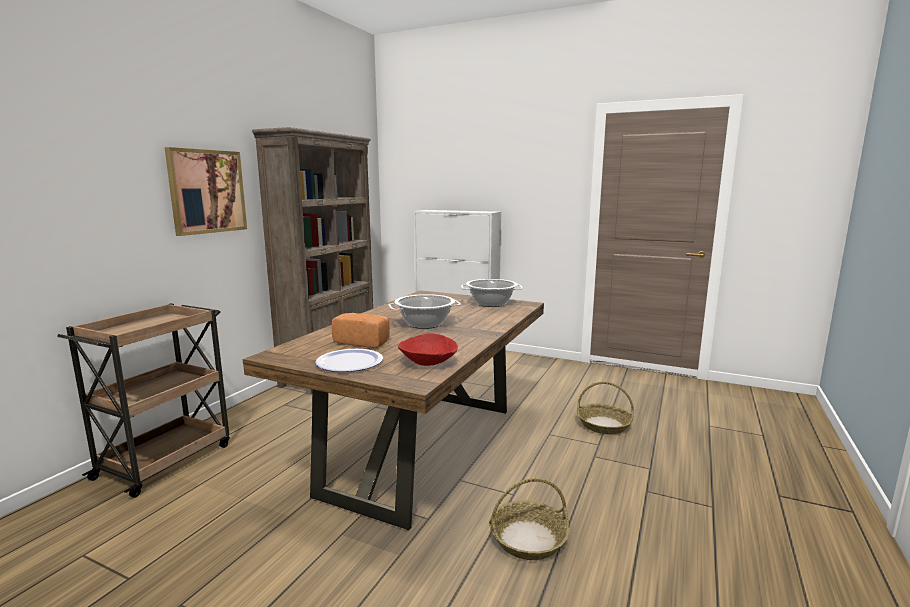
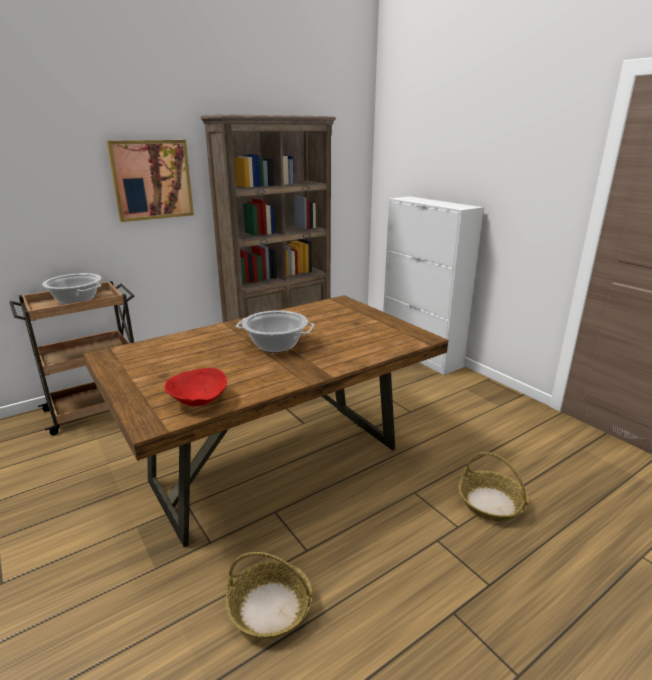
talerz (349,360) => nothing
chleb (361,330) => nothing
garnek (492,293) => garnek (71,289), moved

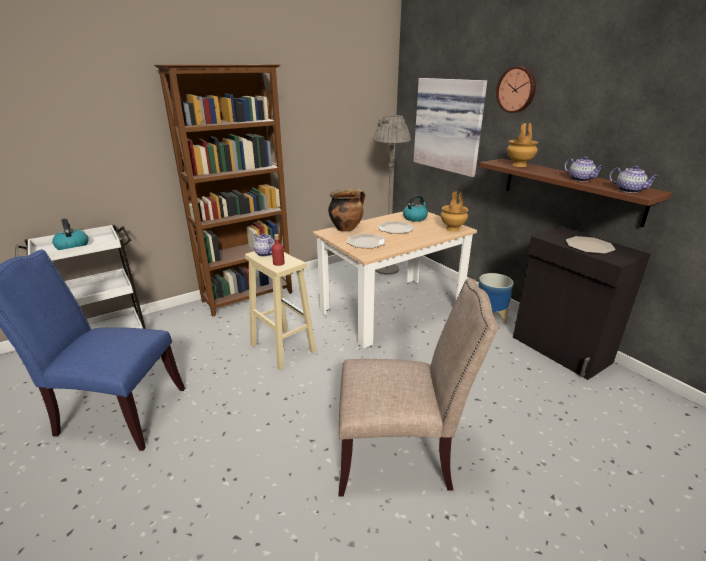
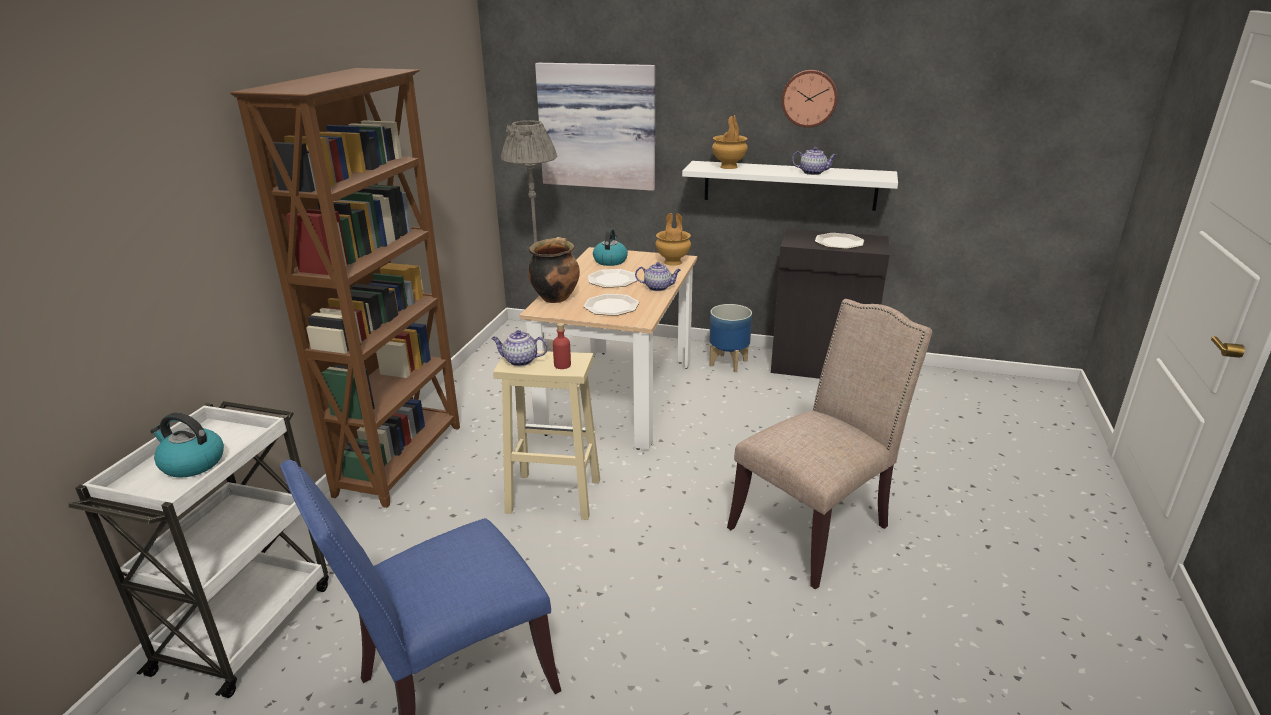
półka (brązowy) (575,192) => półka (biały) (790,186)
zegar ścienny (516,89) => zegar ścienny (810,99), moved
imbryk (634,179) => imbryk (658,276), moved

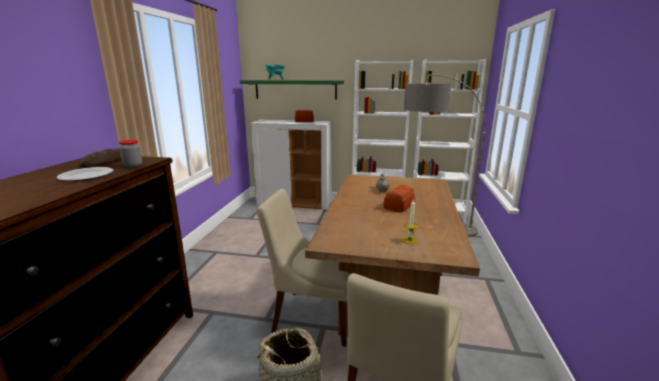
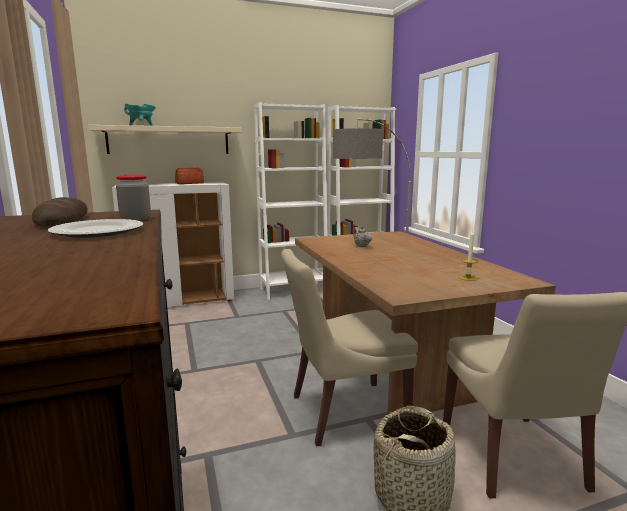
półka (zielony) (292,90) => półka (beżowy) (165,139)
chleb (399,198) => nothing

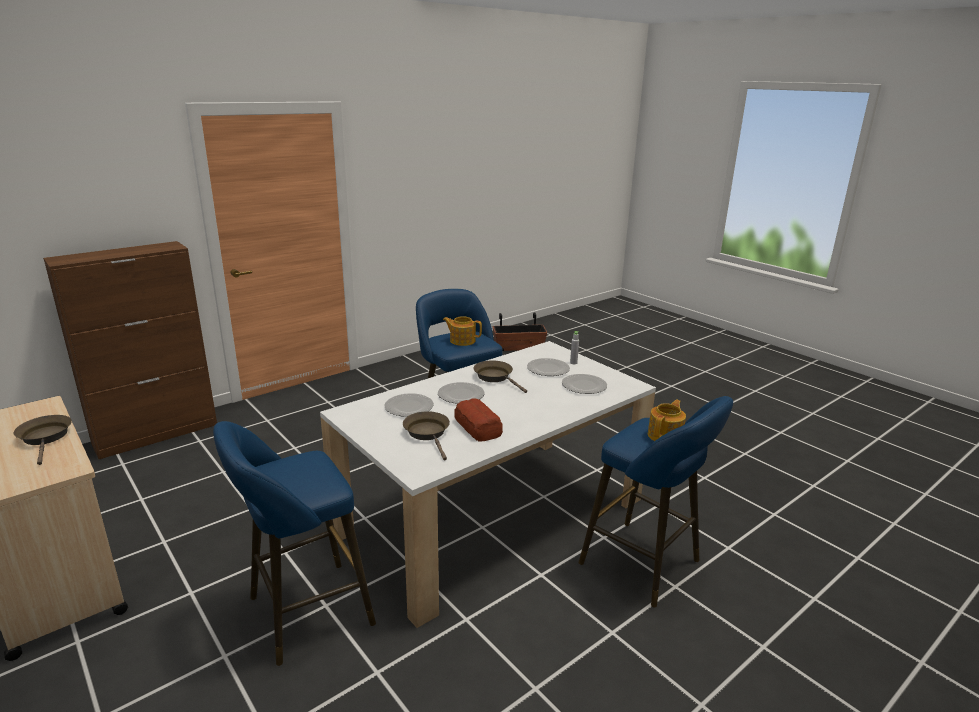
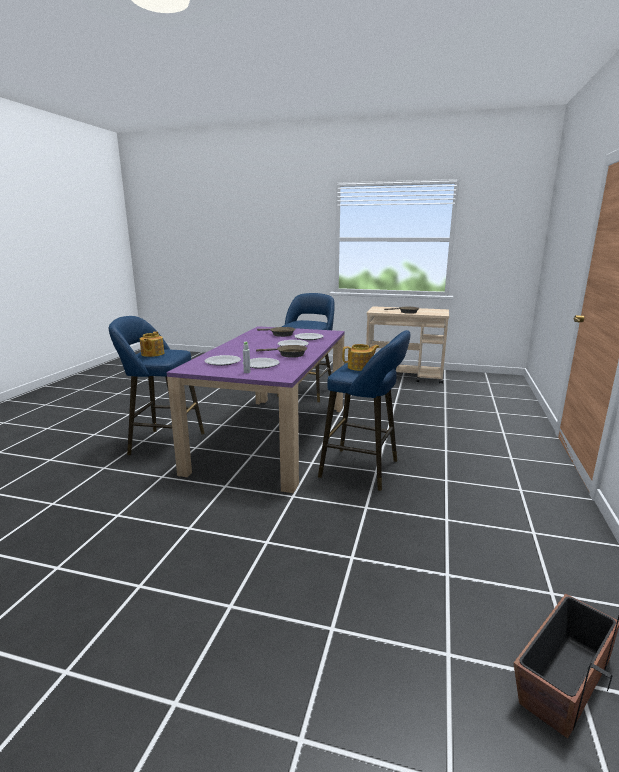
szafka (brązowy) (130,350) => nothing
stół jadalny (biały) (488,484) => stół jadalny (fioletowy) (255,409)
chleb (478,419) => nothing

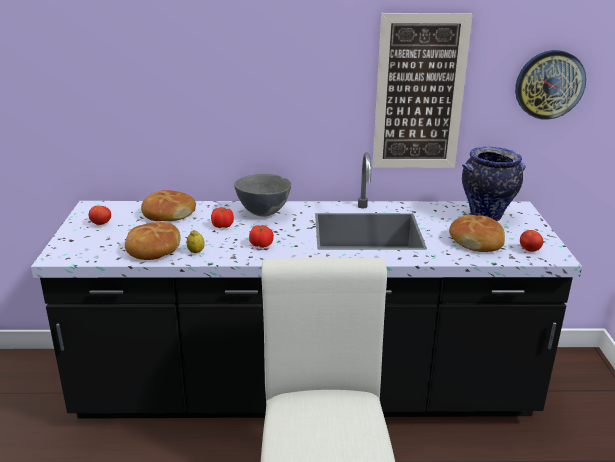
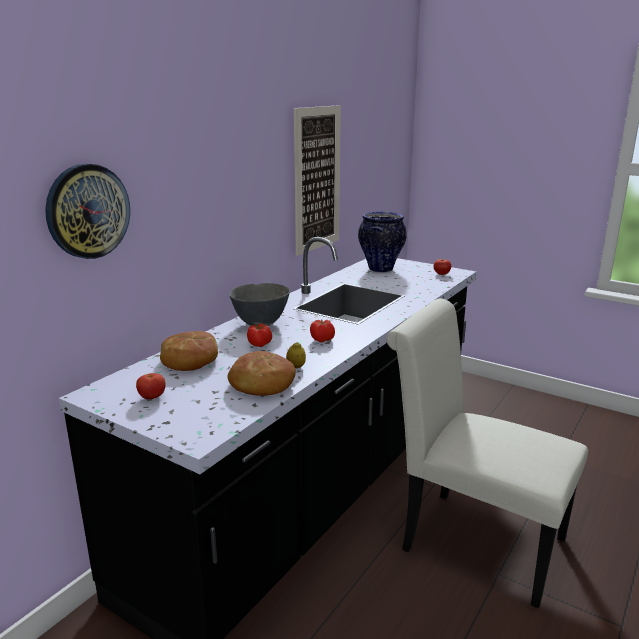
chleb (477,233) => nothing
zegar ścienny (550,85) => zegar ścienny (87,211), moved

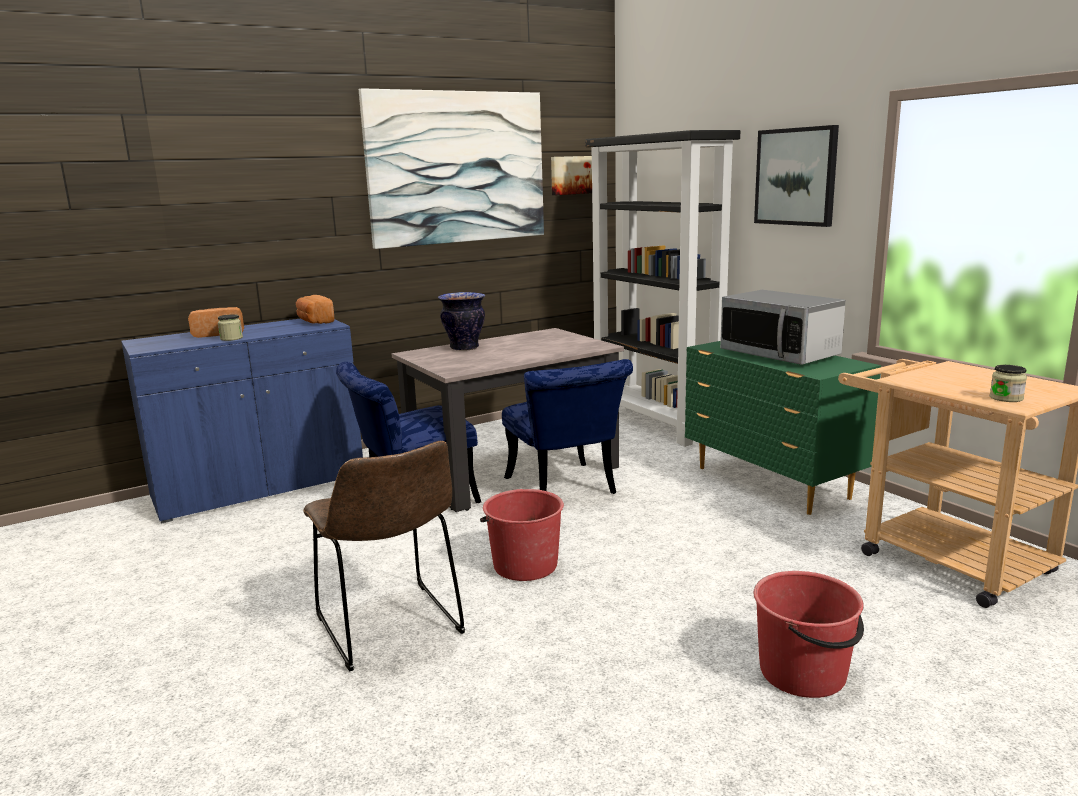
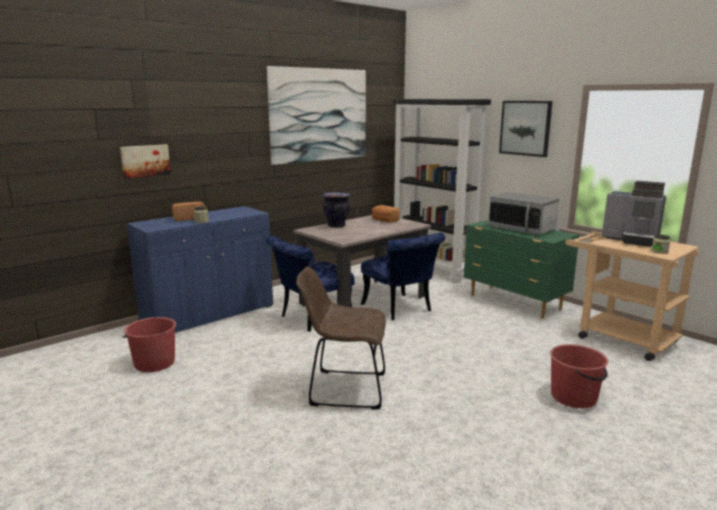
chleb (315,309) => chleb (386,213), moved
krzesło (brązowy) (384,556) => krzesło (brązowy) (341,338), 135 degrees clockwise
wiadro (czerwony) (522,535) => wiadro (czerwony) (149,344), moved
obraz (571,175) => obraz (145,161), moved
nothing => ekspres do kawy (634,214)

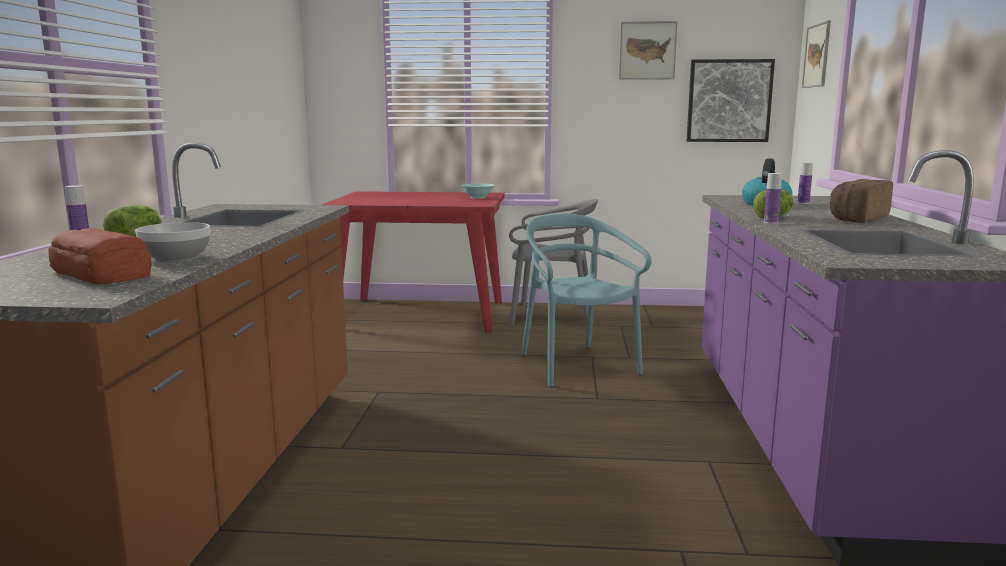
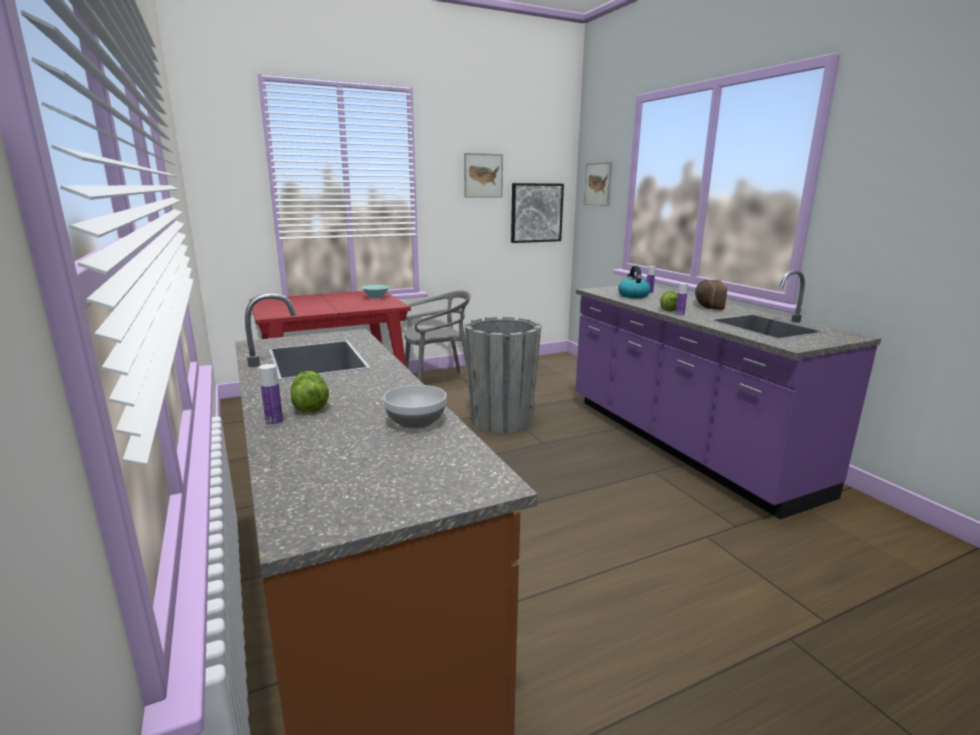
chleb (100,256) => nothing
krzesło (turkusowy) (586,300) => donica (szary) (503,374)

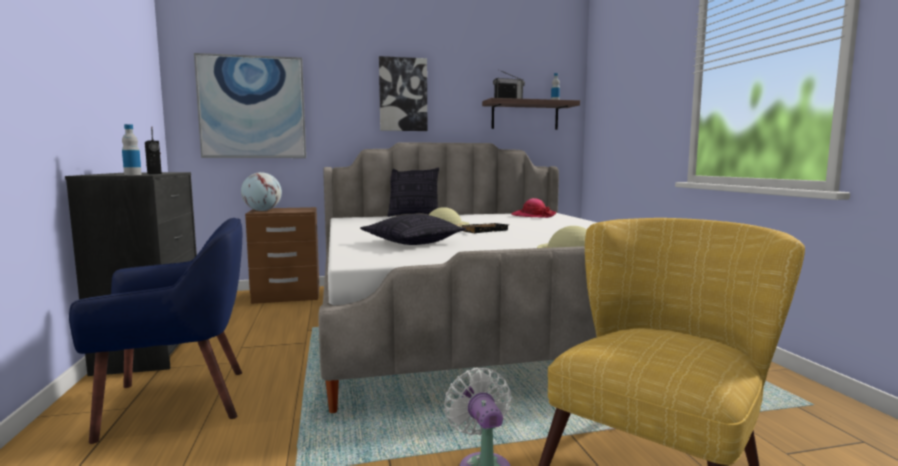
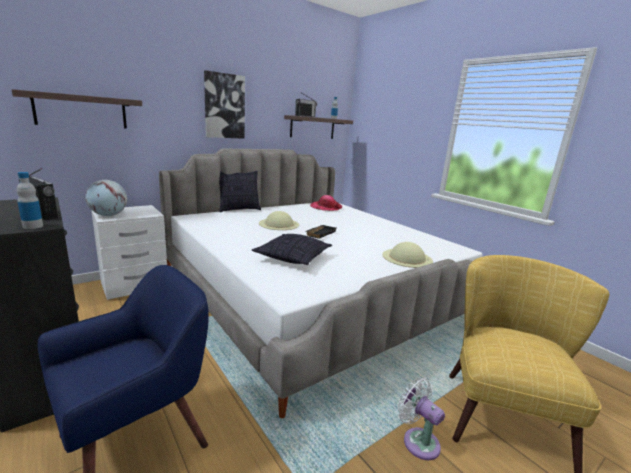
obraz (250,105) => półka (77,109)
szafka nocna (brązowy) (282,255) => szafka nocna (biały) (129,252)

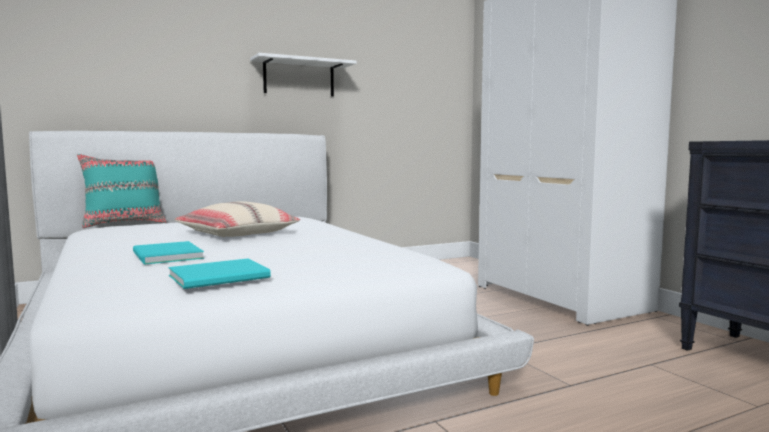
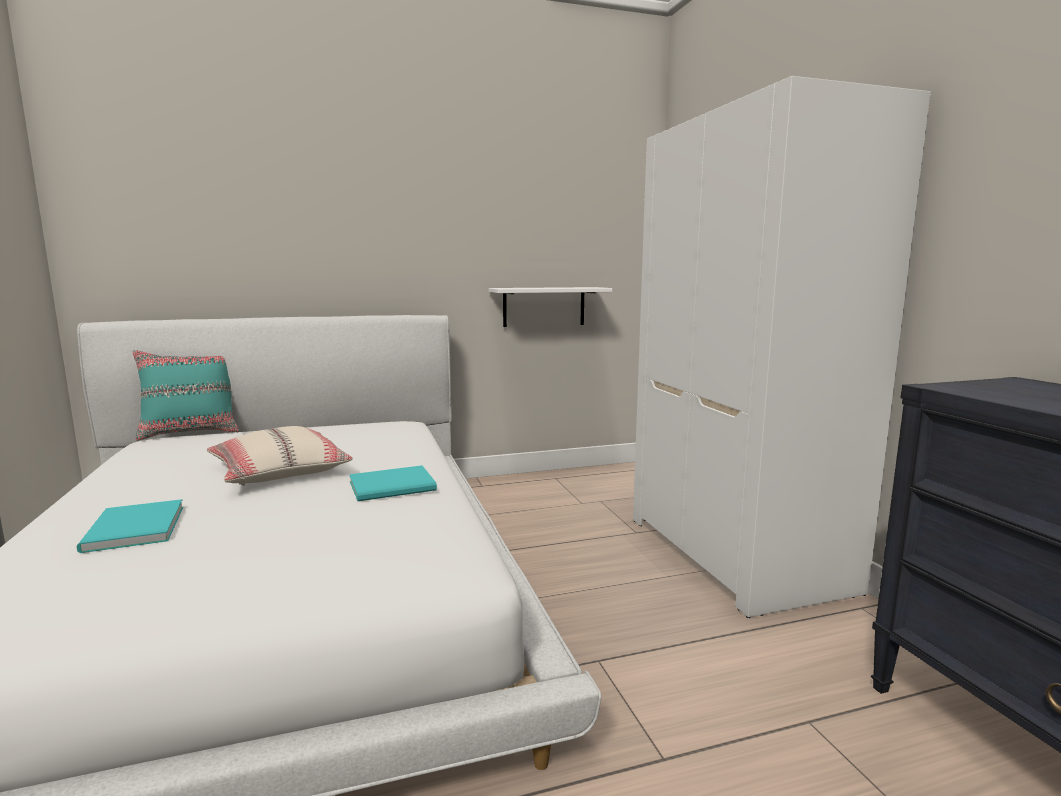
książka (turkusowy) (219,273) => książka (turkusowy) (393,483), moved
półka (biały) (303,74) => półka (biały) (550,307), moved

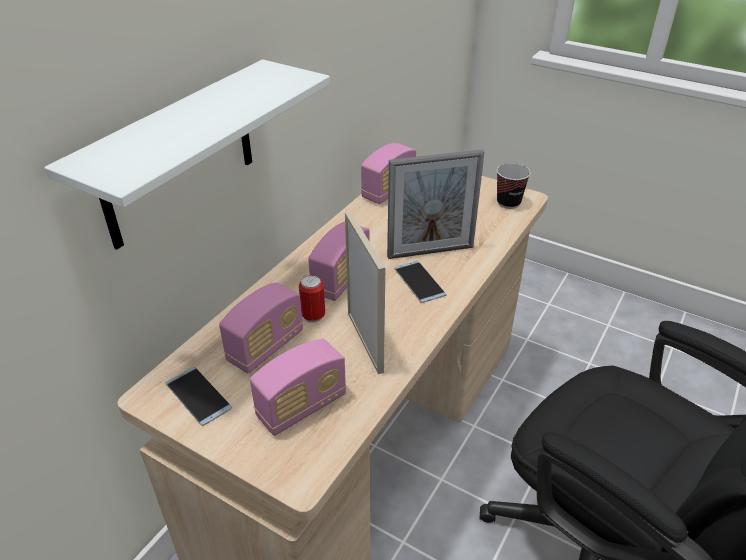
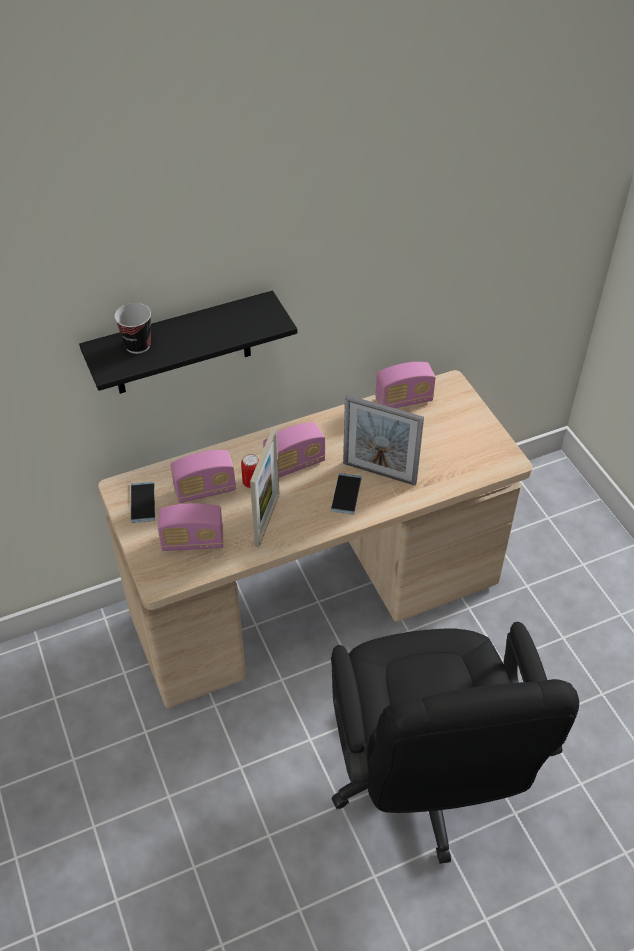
półka (biały) (187,154) => półka (czarny) (188,342)
filiżanka (513,186) => filiżanka (132,328), moved

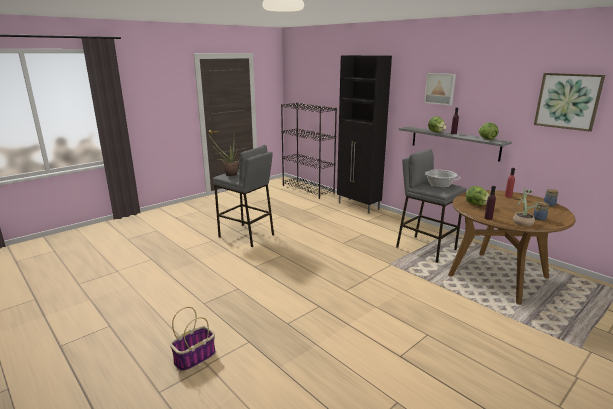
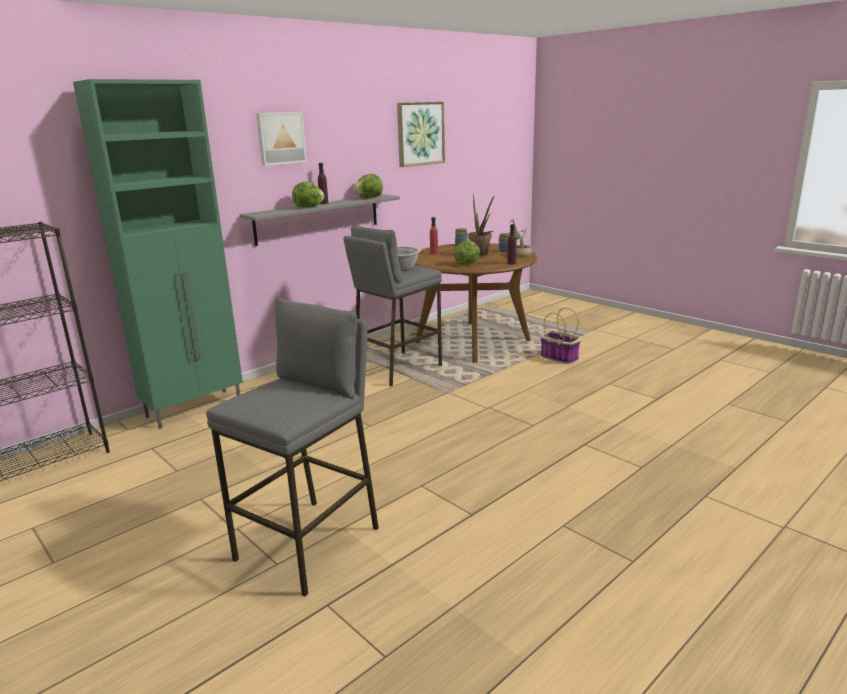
koszyk (193,339) => koszyk (560,336), moved
roślina doniczkowa (223,155) => roślina doniczkowa (481,224), moved
szafka (czarny) (364,134) => szafka (zielony) (158,254)

